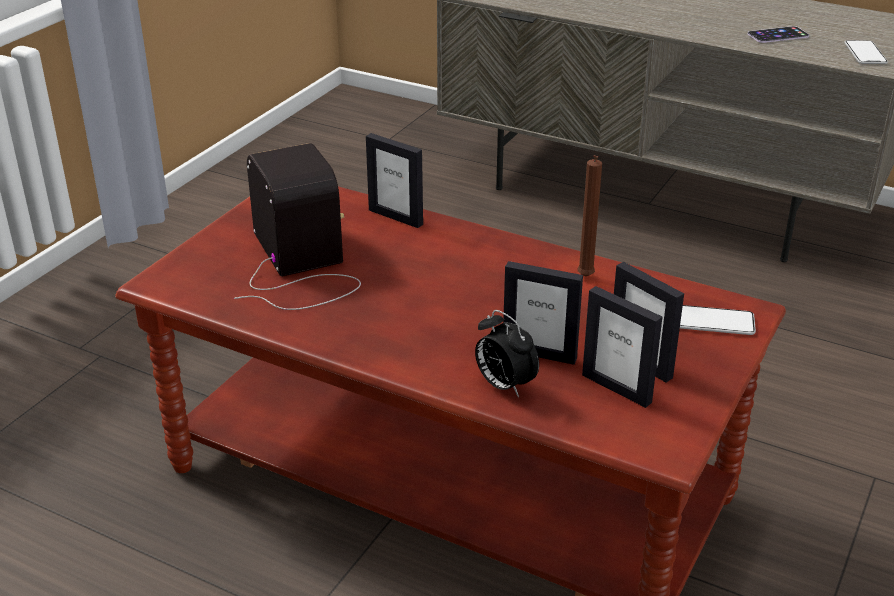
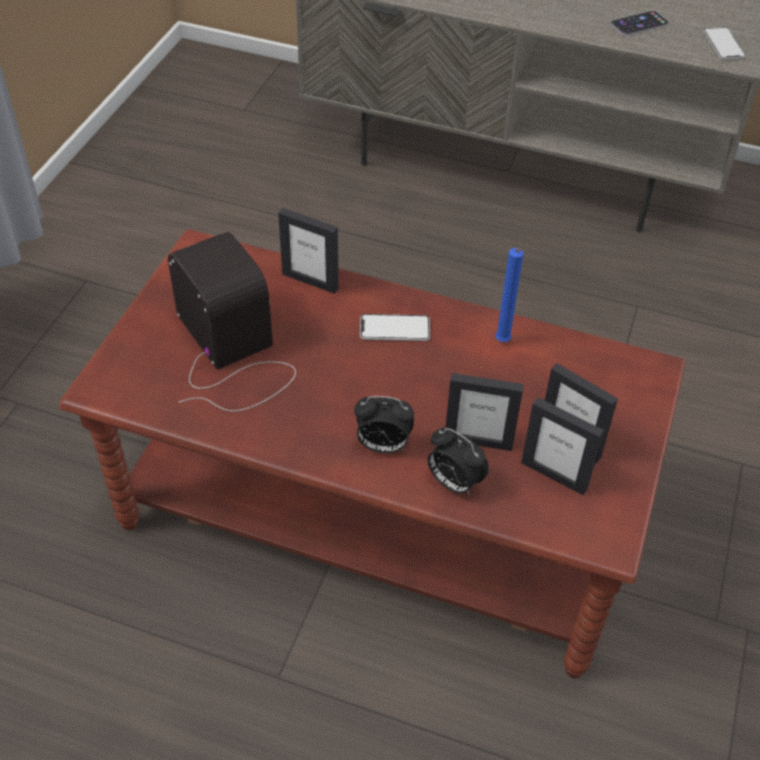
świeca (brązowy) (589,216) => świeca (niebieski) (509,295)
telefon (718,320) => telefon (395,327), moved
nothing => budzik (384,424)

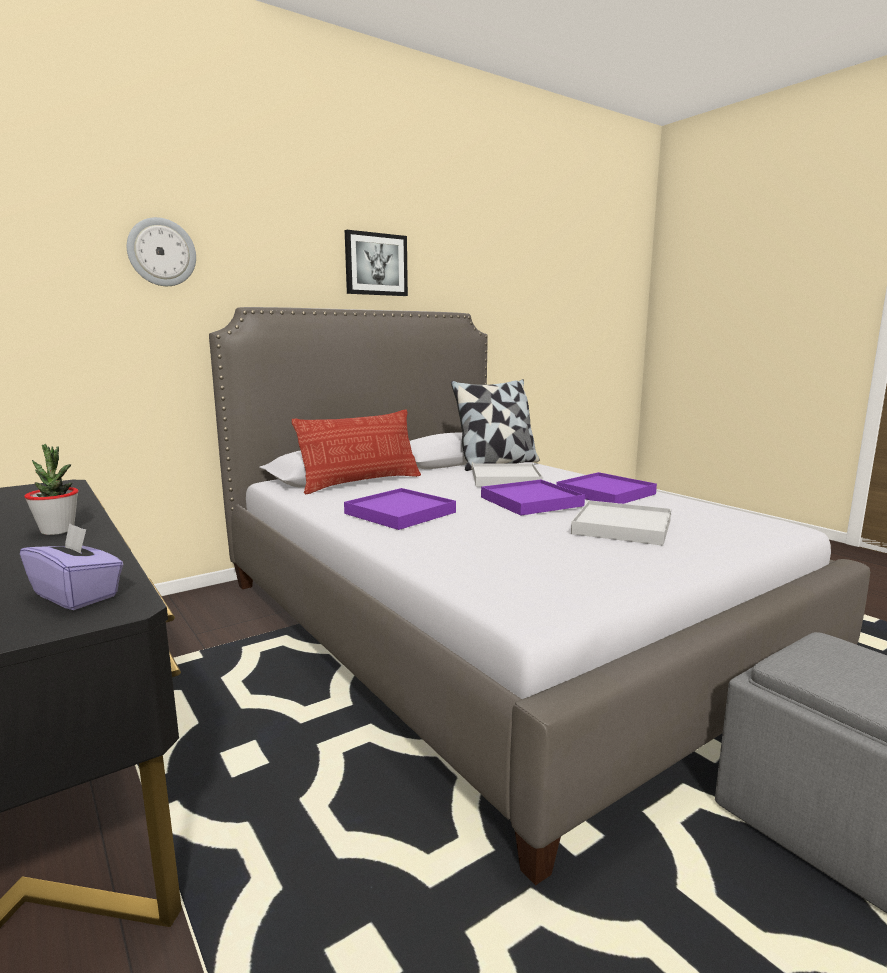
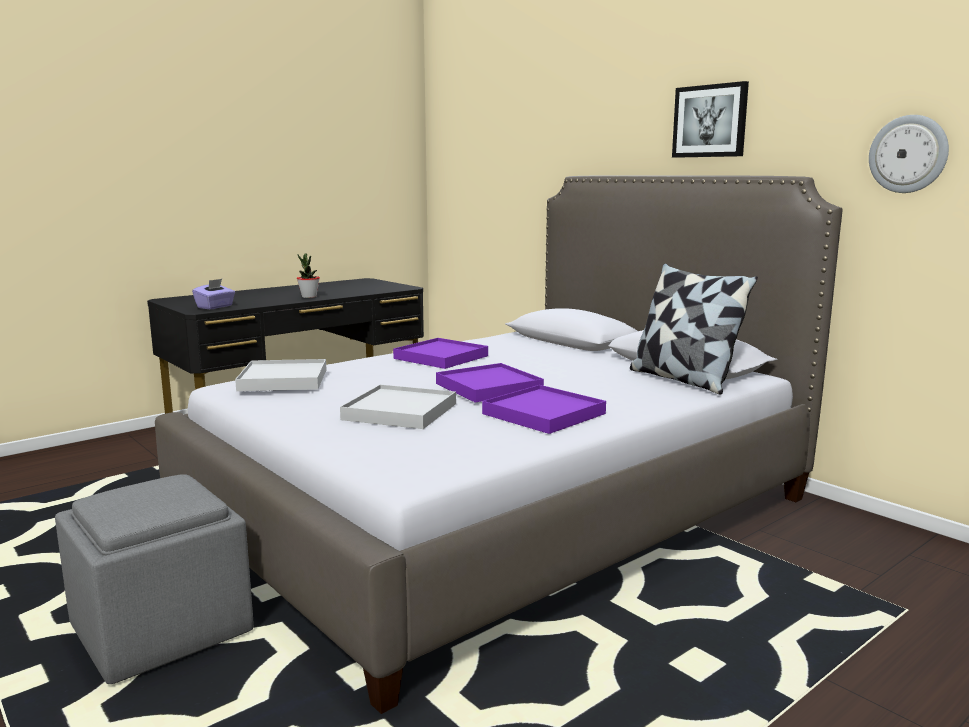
zegar ścienny (161,251) => zegar ścienny (909,154), moved
poduszka (356,451) => nothing
taca (biały) (508,475) => taca (biały) (280,375), moved

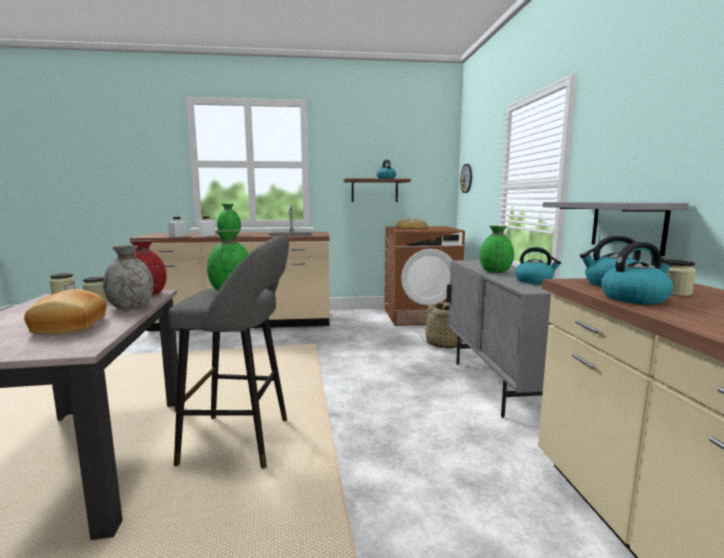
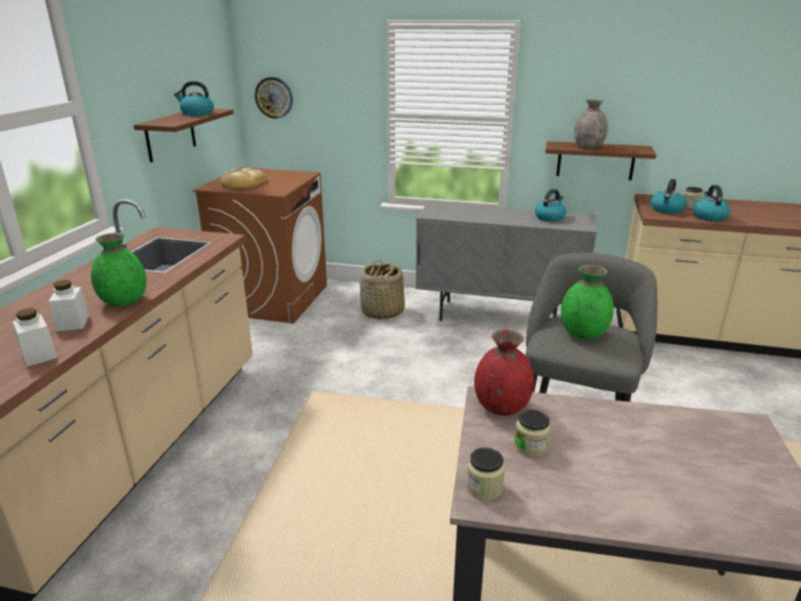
chleb (65,312) => nothing
wazon (szary) (128,277) => wazon (szary) (591,123), moved
wazon (zielony) (496,249) => nothing
półka (szary) (616,229) => półka (brązowy) (600,160)

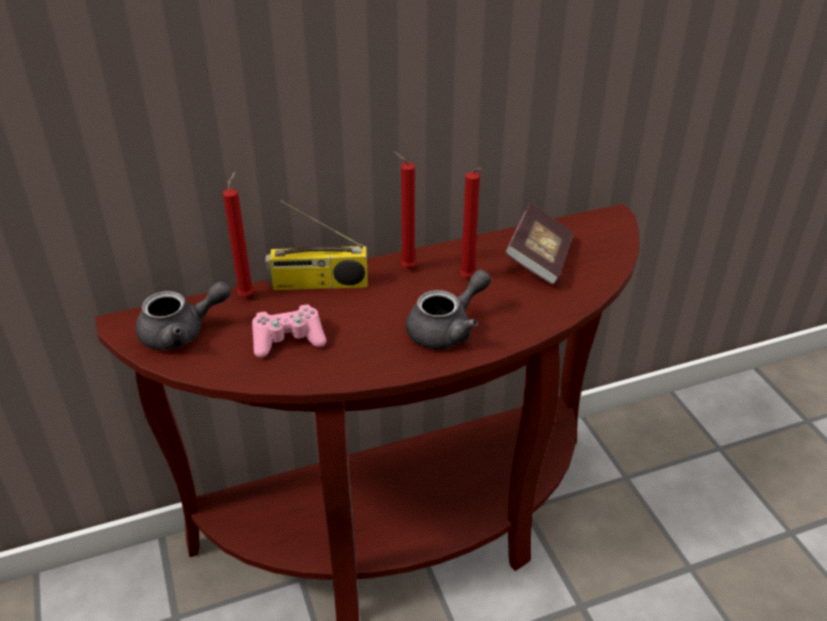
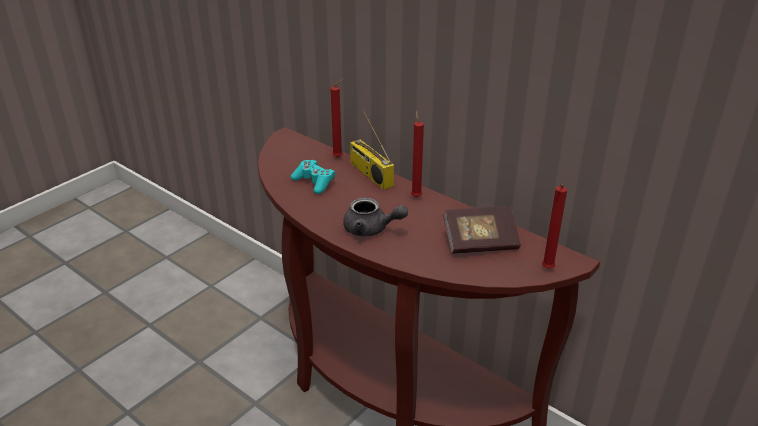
imbryk (szary) (183,315) => nothing
pad do gier (różowy) (289,331) => pad do gier (turkusowy) (313,177)
świeca (czerwony) (471,223) => świeca (czerwony) (554,226), moved

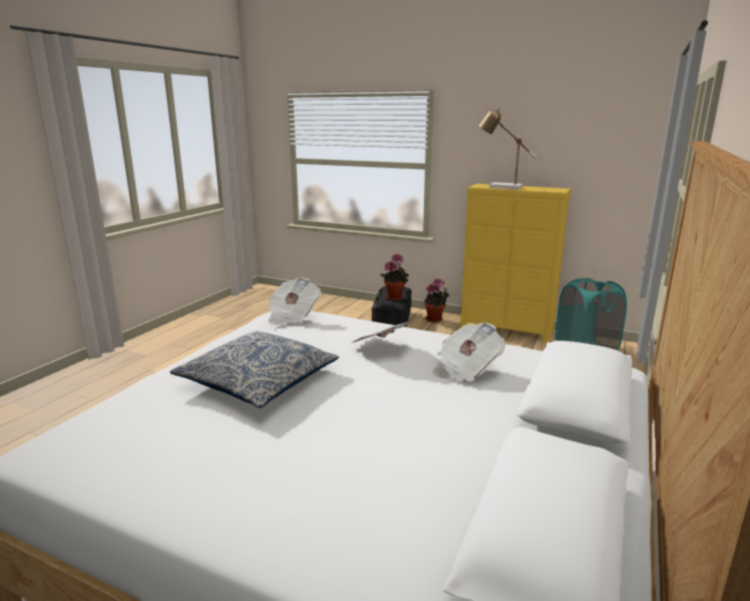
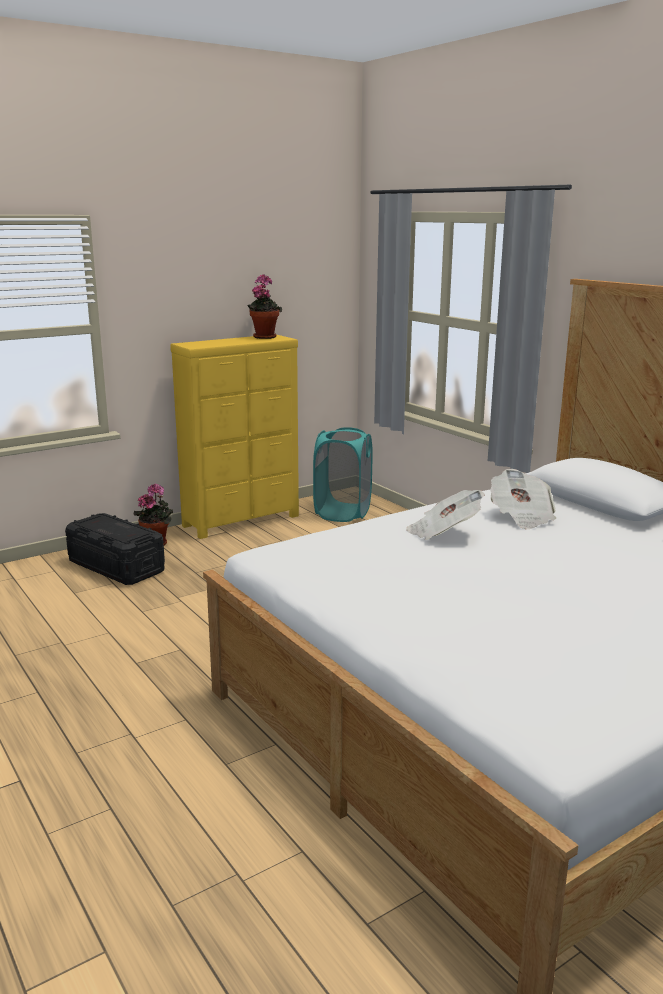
poduszka (254,369) => nothing
gazeta (294,301) => nothing
roślina doniczkowa (394,277) => roślina doniczkowa (264,306), moved
lampa stołowa (508,149) => nothing

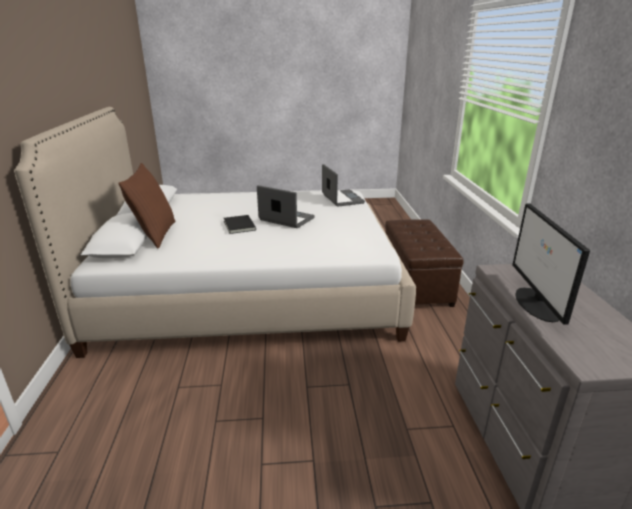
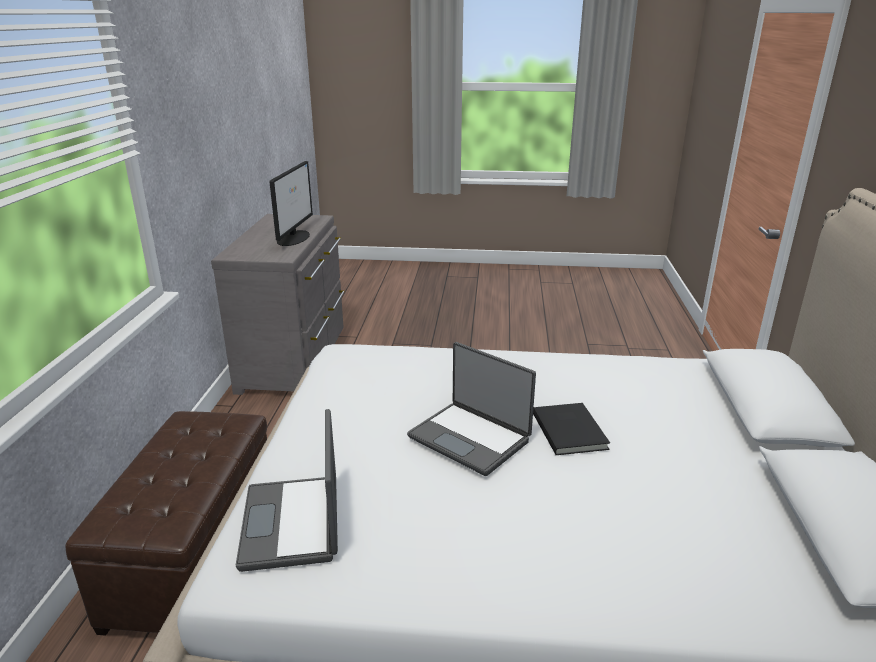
poduszka (brązowy) (147,205) => nothing

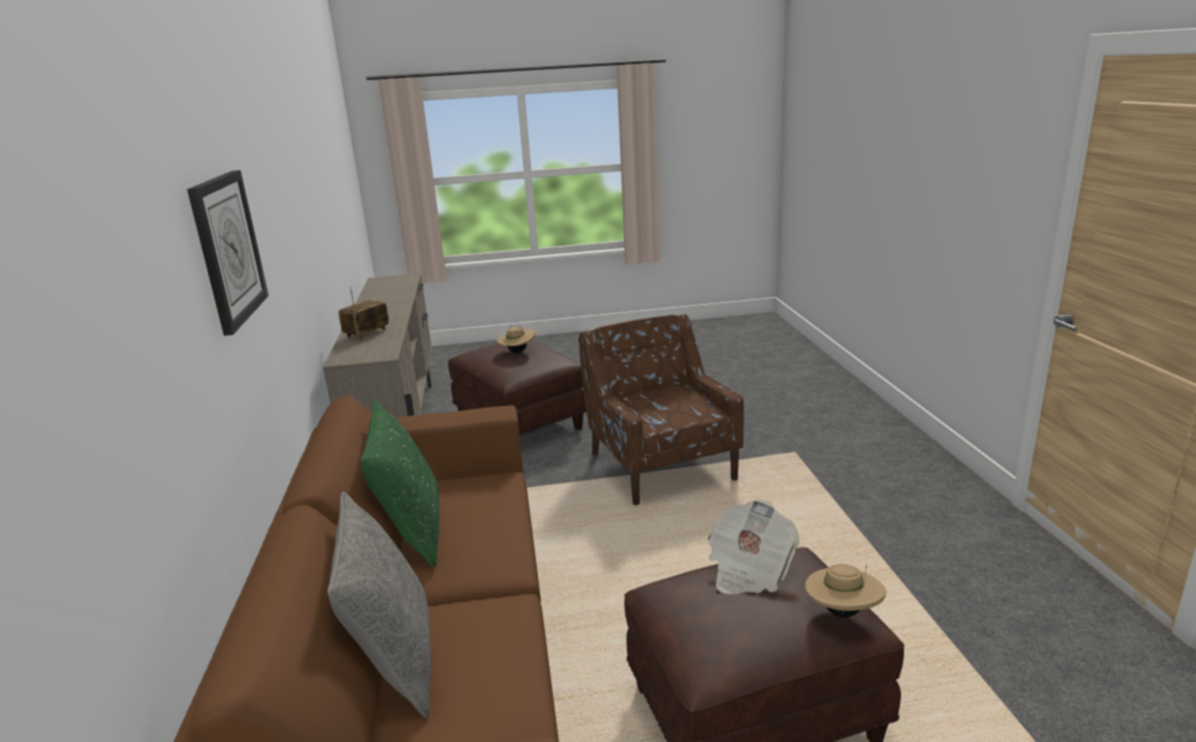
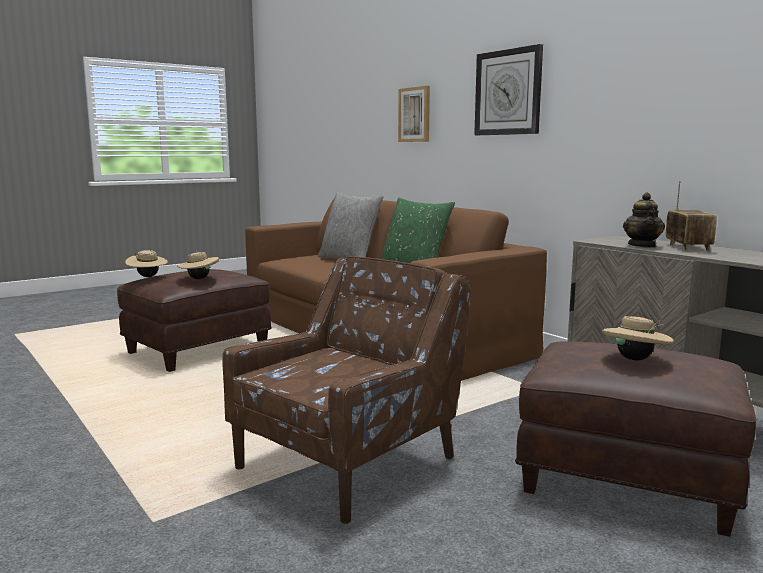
fotel (brązowy) (661,409) => fotel (brązowy) (346,390), 90 degrees counterclockwise
gazeta (754,547) => kapelusz (beżowy) (198,265)
nothing => obraz (414,114)
nothing => imbryk (644,220)

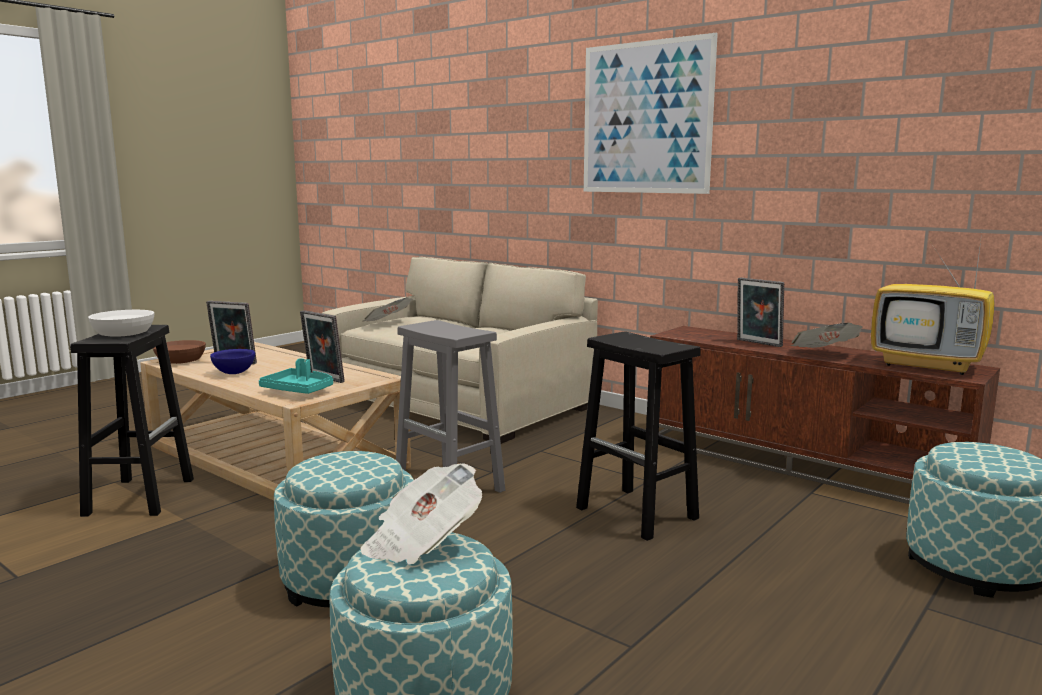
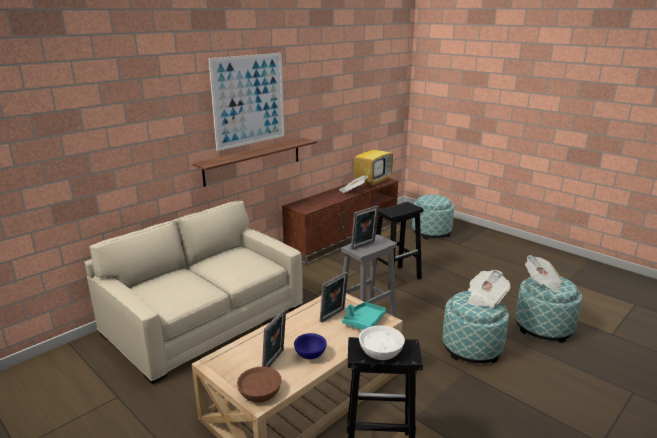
gazeta (388,309) => gazeta (489,289), moved
ramka na zdjęcie (760,312) => ramka na zdjęcie (365,227), moved
nothing => półka (255,162)

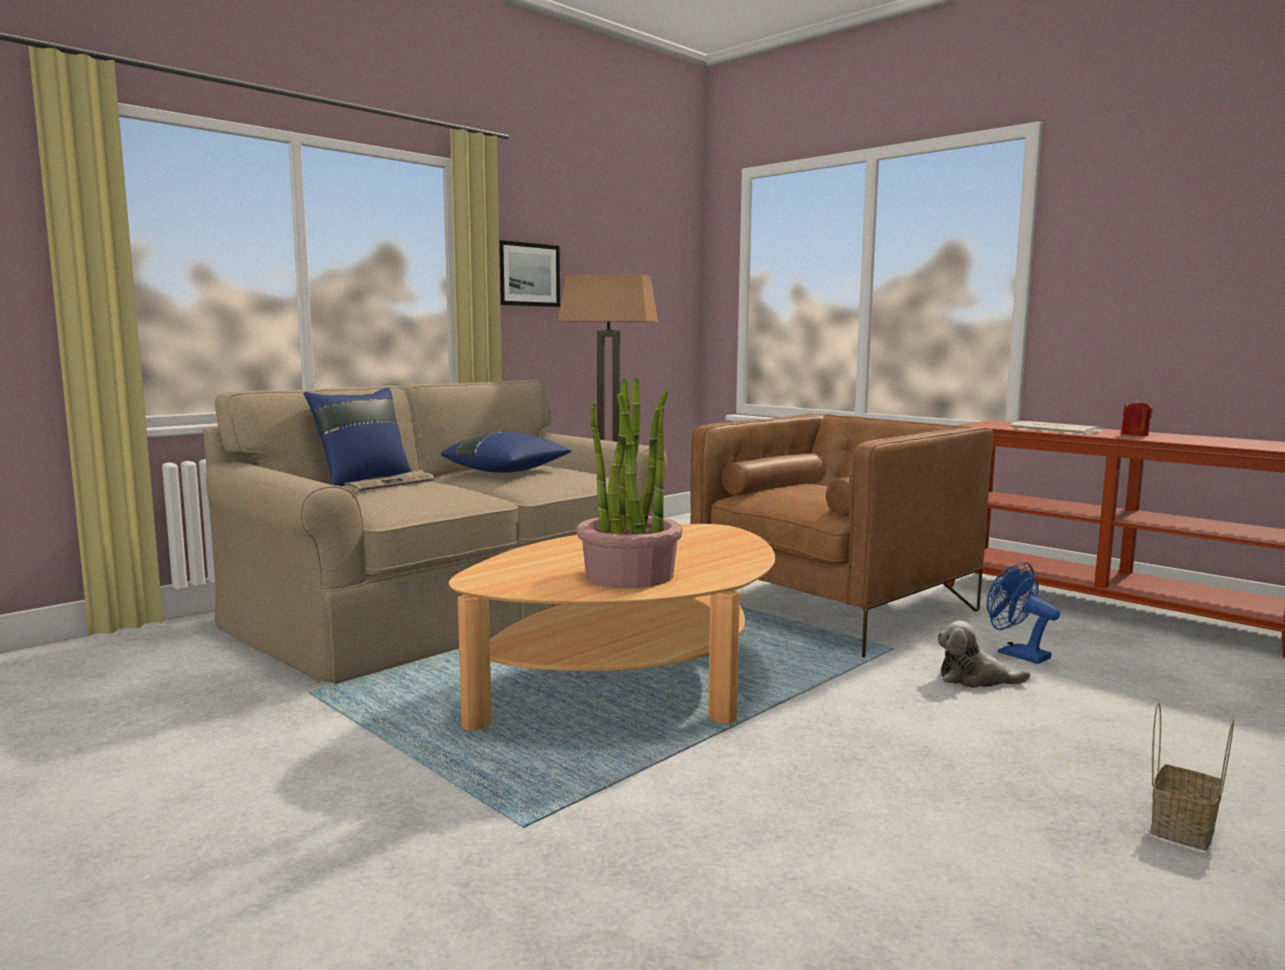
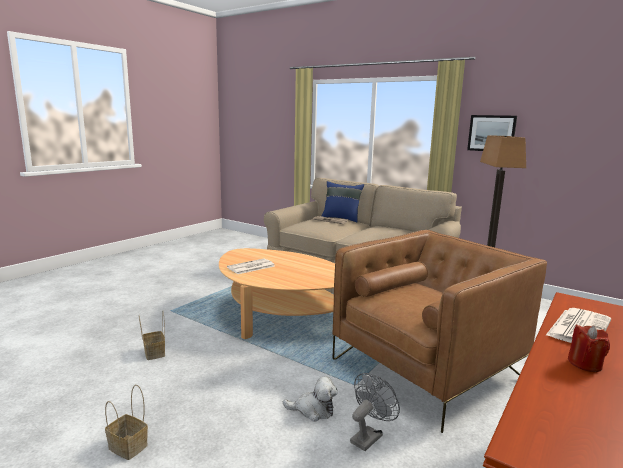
poduszka (niebieski) (506,452) => nothing
roślina doniczkowa (630,483) => gazeta (251,266)
fotel (brązowy) (841,535) => fotel (brązowy) (439,331), 75 degrees counterclockwise
pluszak (983,654) => pluszak (310,399), 90 degrees clockwise
wentylator (niebieski) (1023,613) => wentylator (szary) (375,412)
nothing => koszyk (152,335)

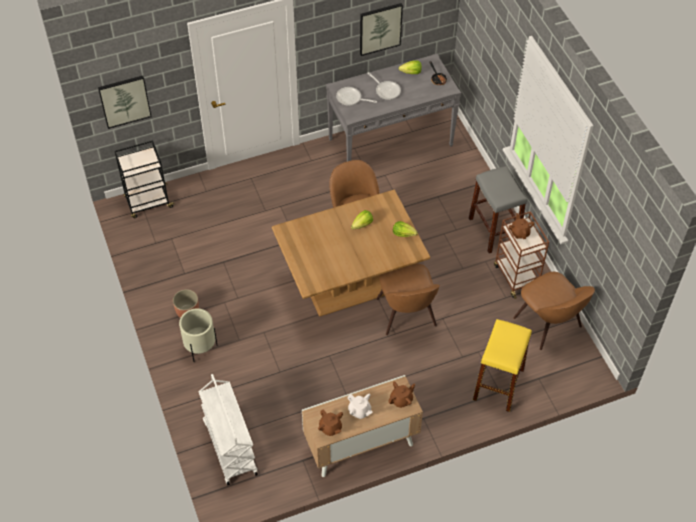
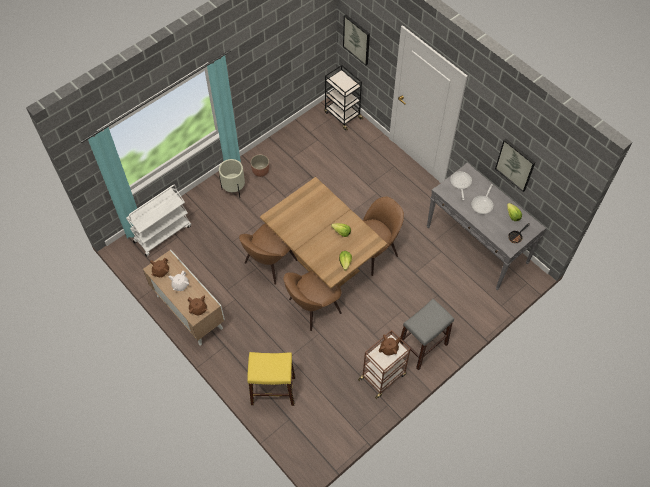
krzesło (brązowy) (554,311) => krzesło (brązowy) (268,254), moved

